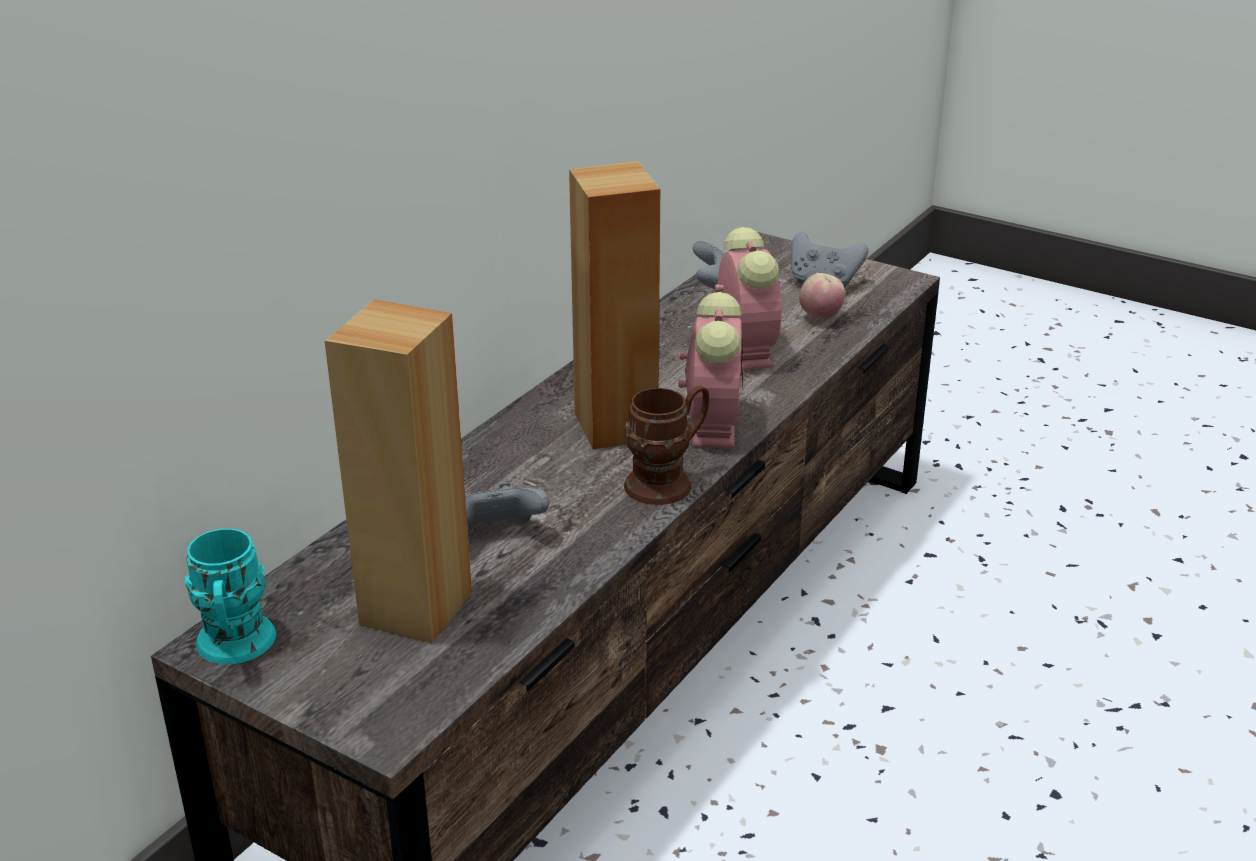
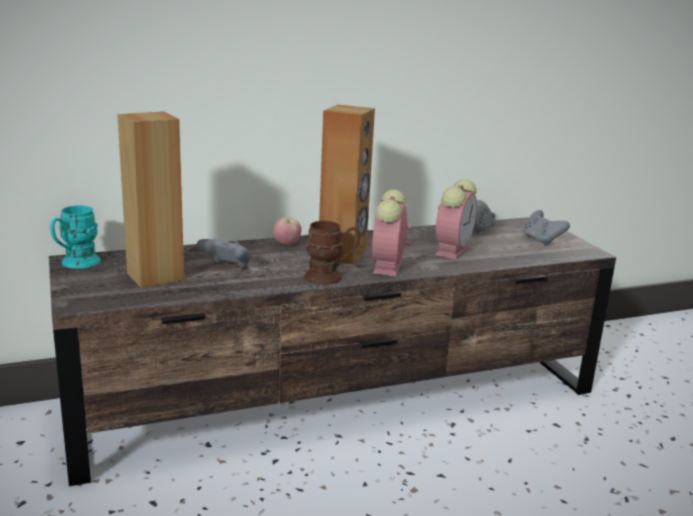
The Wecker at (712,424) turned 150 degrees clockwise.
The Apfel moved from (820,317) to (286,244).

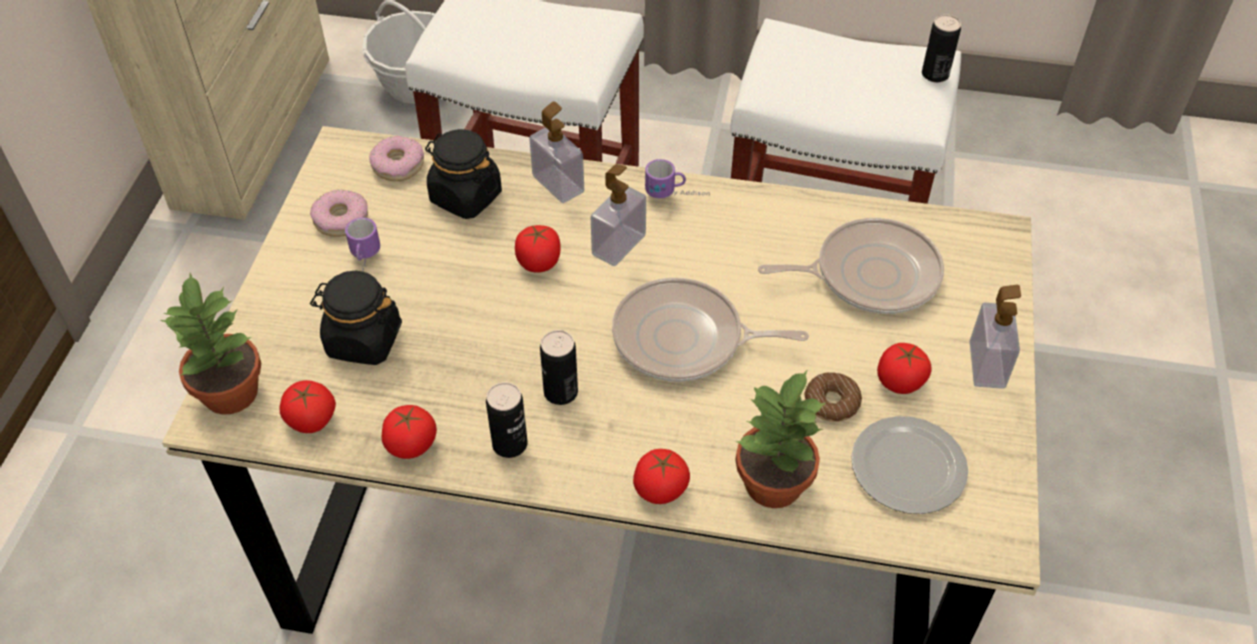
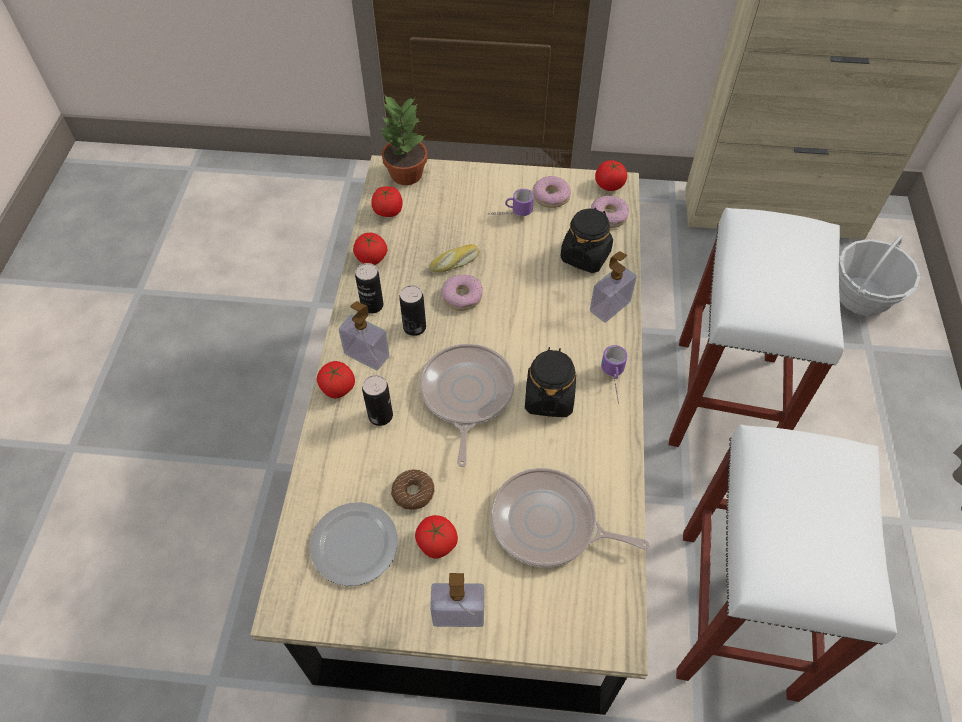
The Vorratsglas [schwarz] moved from (363,340) to (549,397).
The Tomate moved from (539,262) to (609,185).
The Seifenspender moved from (618,245) to (367,355).
The Topfpflanze at (771,484) disappeared.
The Pfanne at (870,274) turned 120 degrees clockwise.
The Dose moved from (935,74) to (380,415).
The Brot at (455,263) appeared.
The Donut at (462,296) appeared.

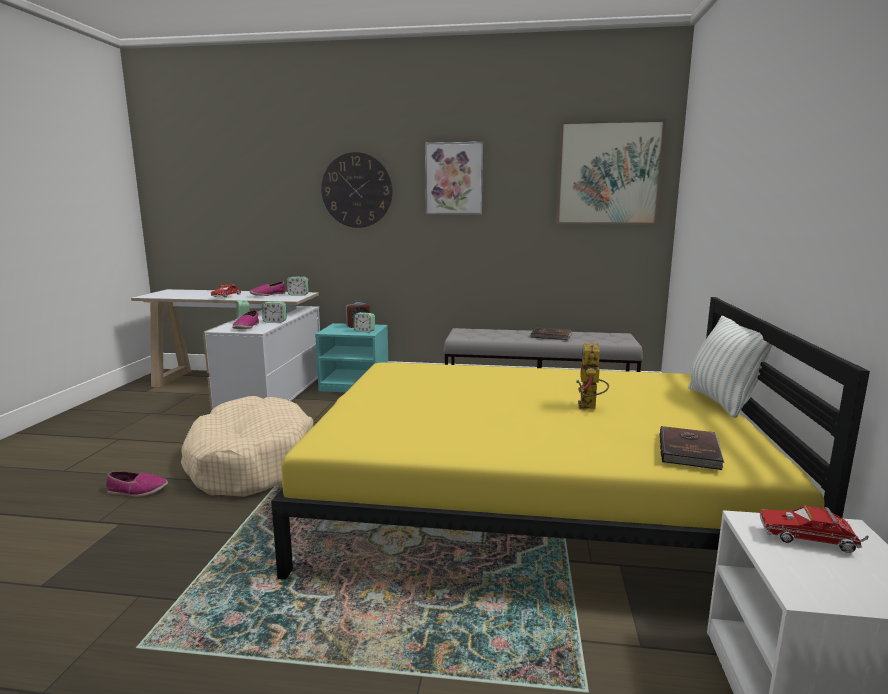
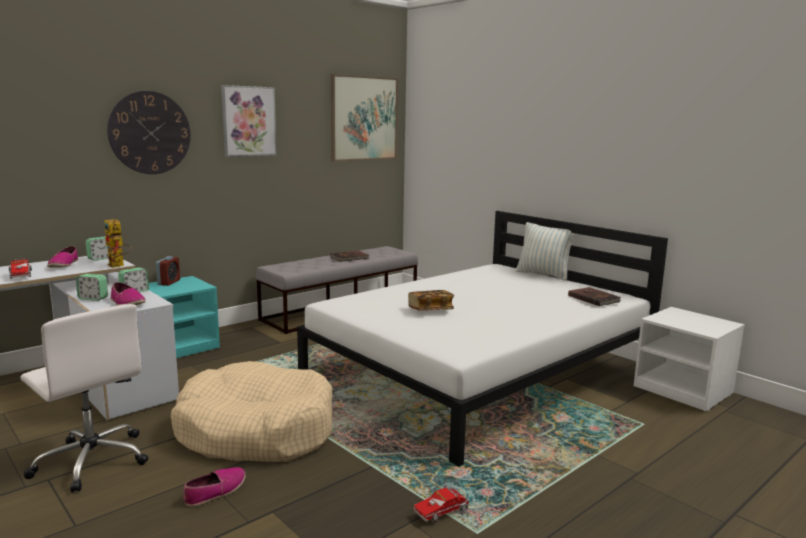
The Bett [gelb] at (532,504) became the Bett [weiß] at (481,371).
The Wecker at (364,331) disappeared.
The Spielzeugroboter moved from (589,408) to (118,266).
The Spielzeuglaster moved from (811,540) to (443,511).
The Bürostuhl [weiß] at (91,460) appeared.
The Buch at (430,310) appeared.

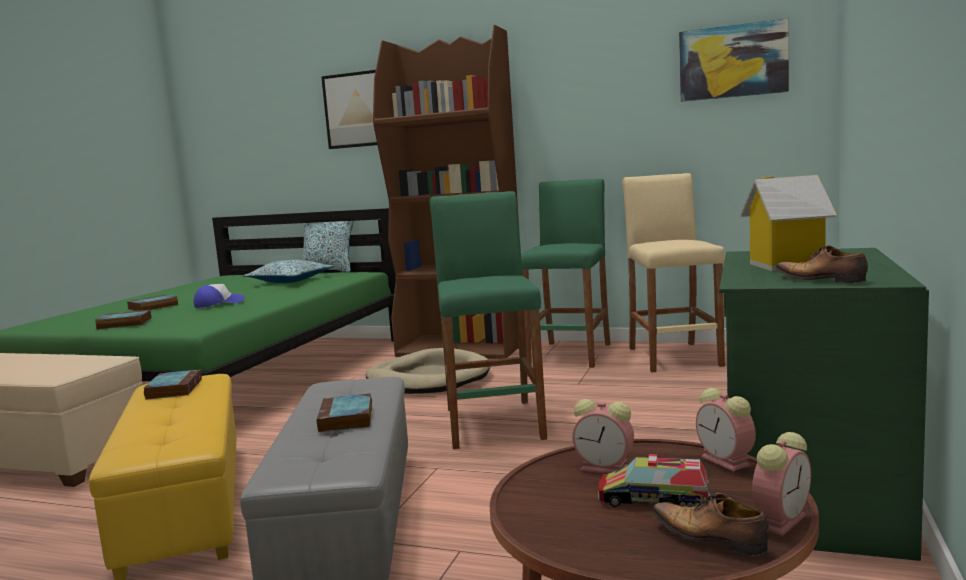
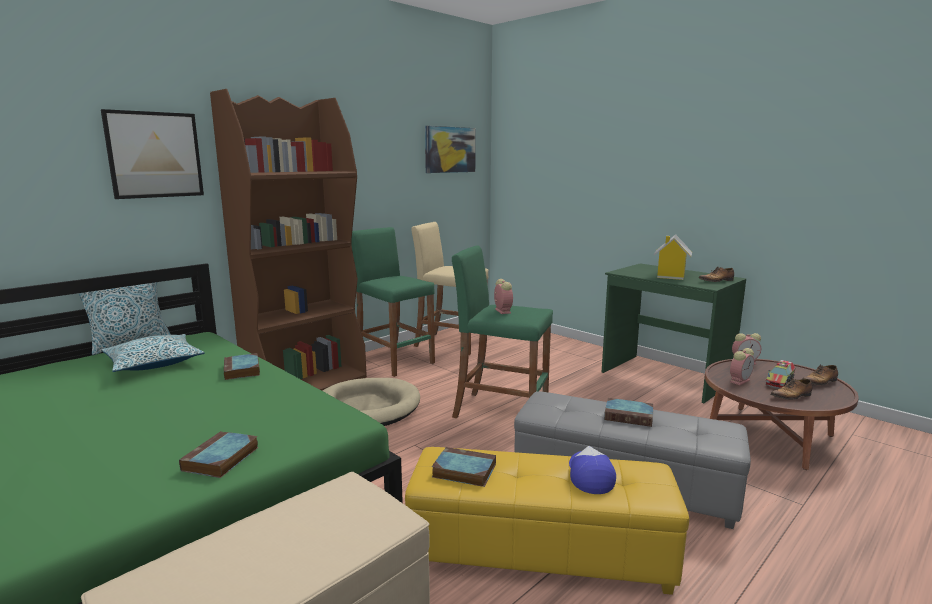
The Buch moved from (153,307) to (242,370).
The Kappe moved from (218,304) to (589,475).
The Wecker moved from (781,520) to (502,311).
The Schuh at (791,396) appeared.

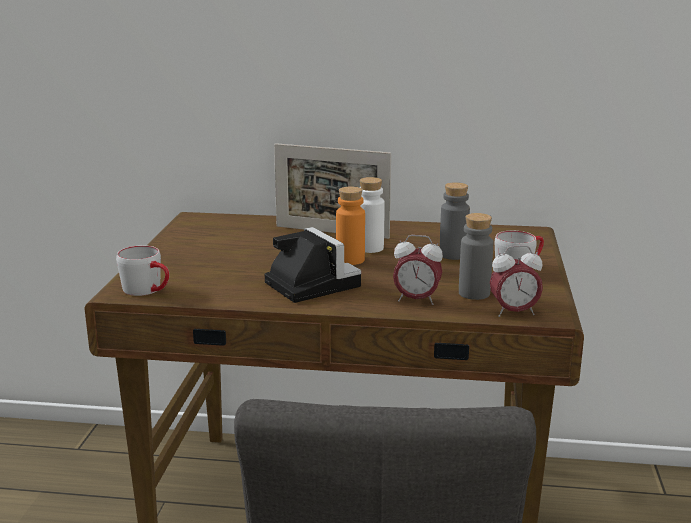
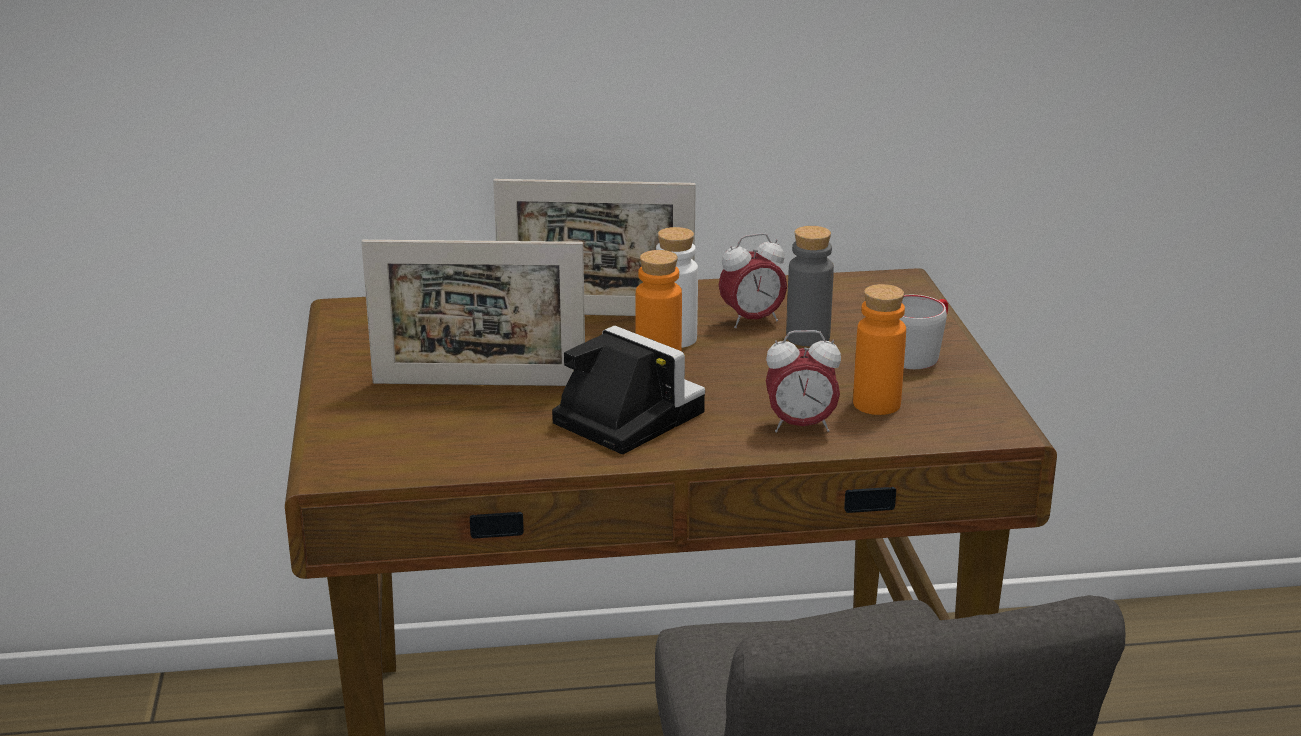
The Henkelbecher [grau] at (148,290) disappeared.
The Flasche [grau] at (474,293) became the Flasche [orange] at (876,404).
The Wecker moved from (513,312) to (751,321).
The Bilderrahmen at (479,384) appeared.

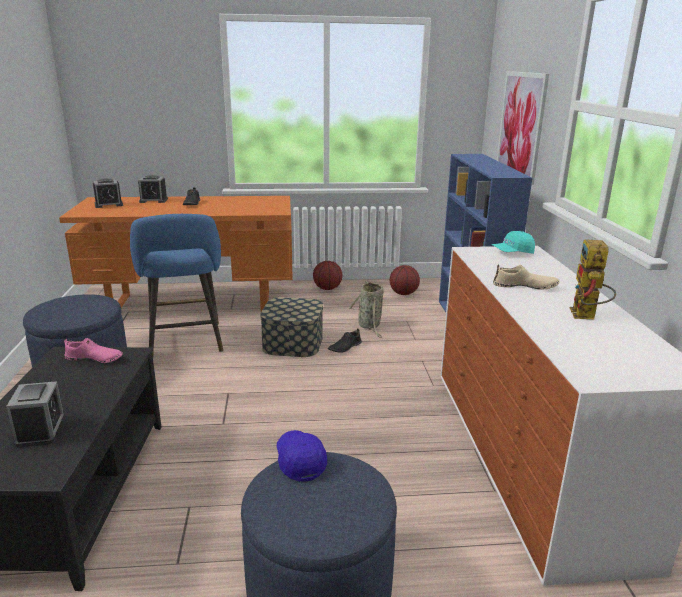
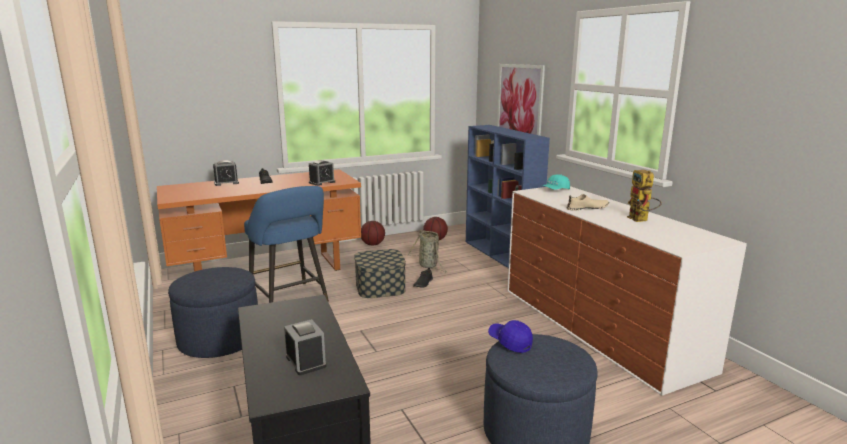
The Schuh [rosa] at (94,359) disappeared.
The Wecker moved from (108,205) to (322,182).

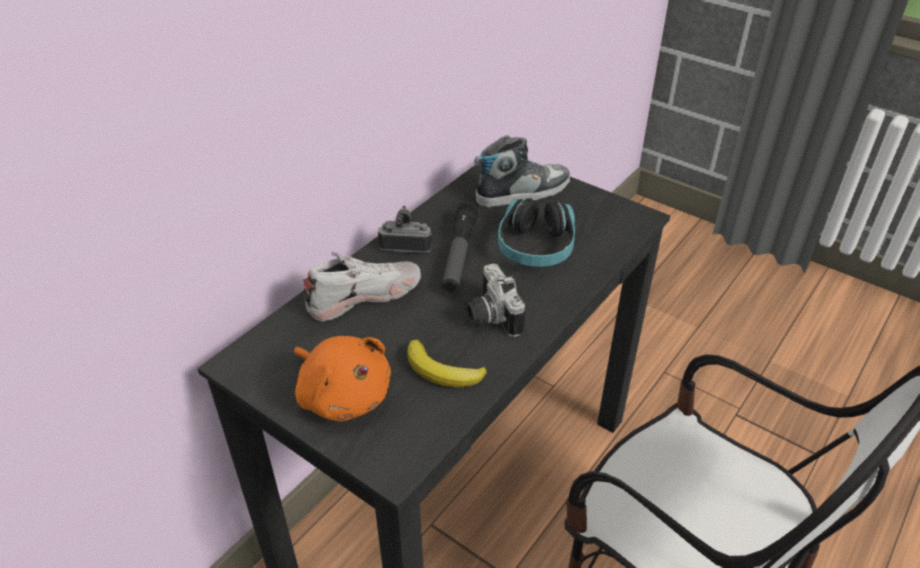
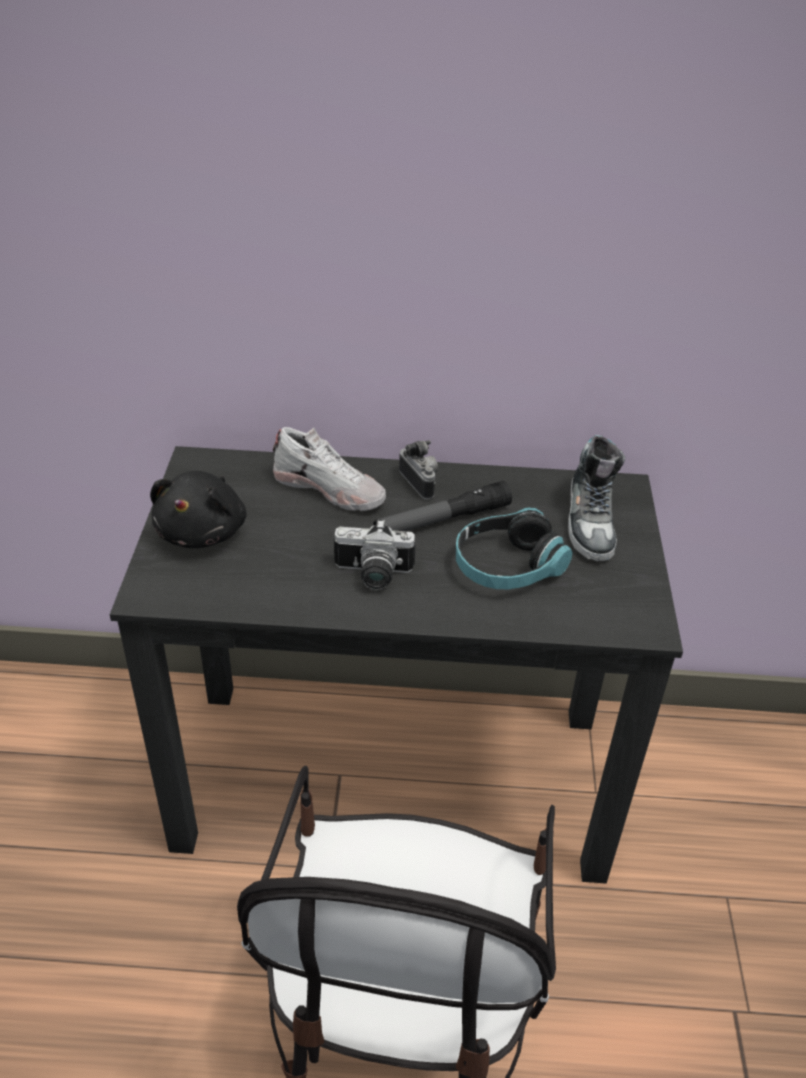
The Plüschtier [orange] at (343,395) became the Plüschtier [schwarz] at (203,531).
The Banane at (442,371) disappeared.
The Kamera at (489,317) turned 120 degrees counterclockwise.
The Schuh at (522,191) turned 60 degrees clockwise.

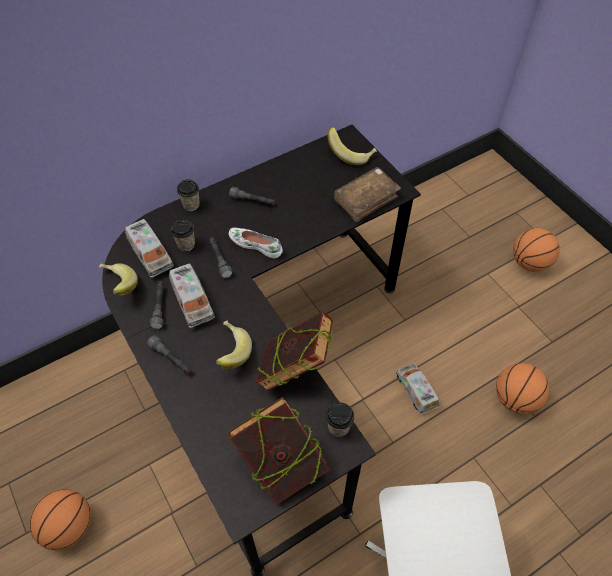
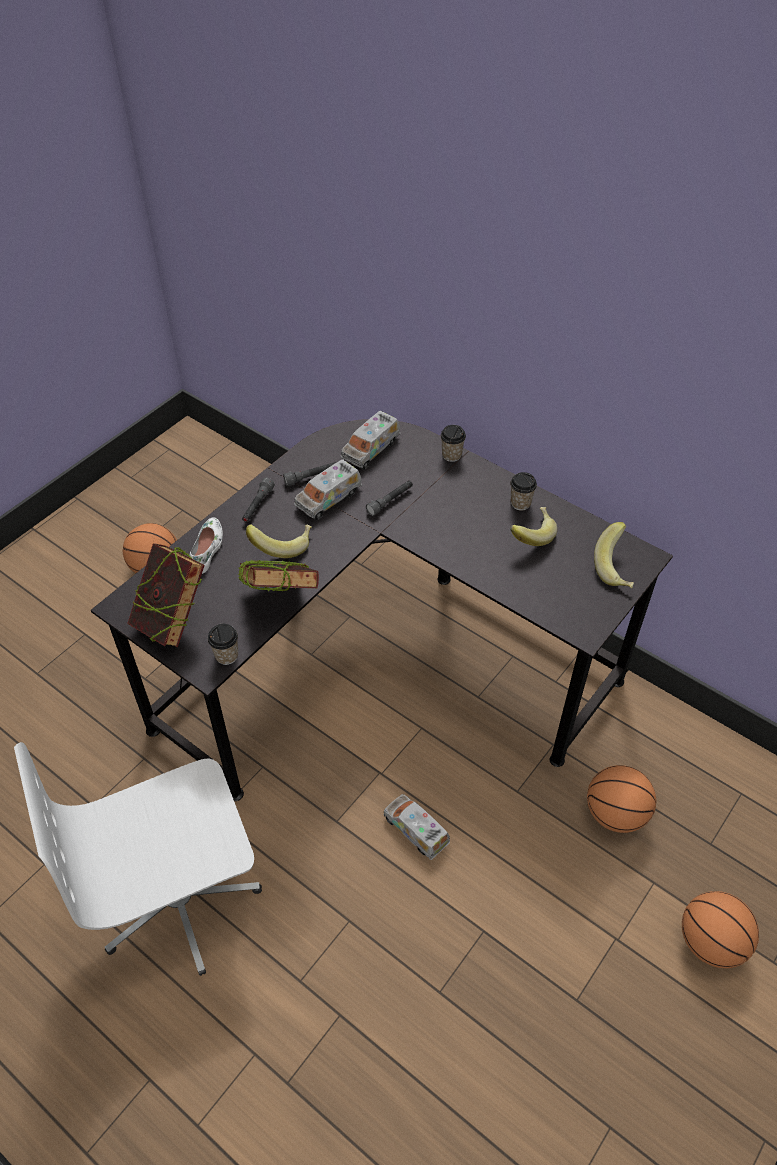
The Banane moved from (118,286) to (530,535).
The Tasse moved from (186,244) to (520,503).
The Taschenlampe [grau] at (252,201) disappeared.
The Schuh [weiß] moved from (256,244) to (207,549).
The Buch [braun] at (366,199) disappeared.
The Spielzeuglaster at (416,391) turned 90 degrees counterclockwise.
The Basketball moved from (515,399) to (615,814).

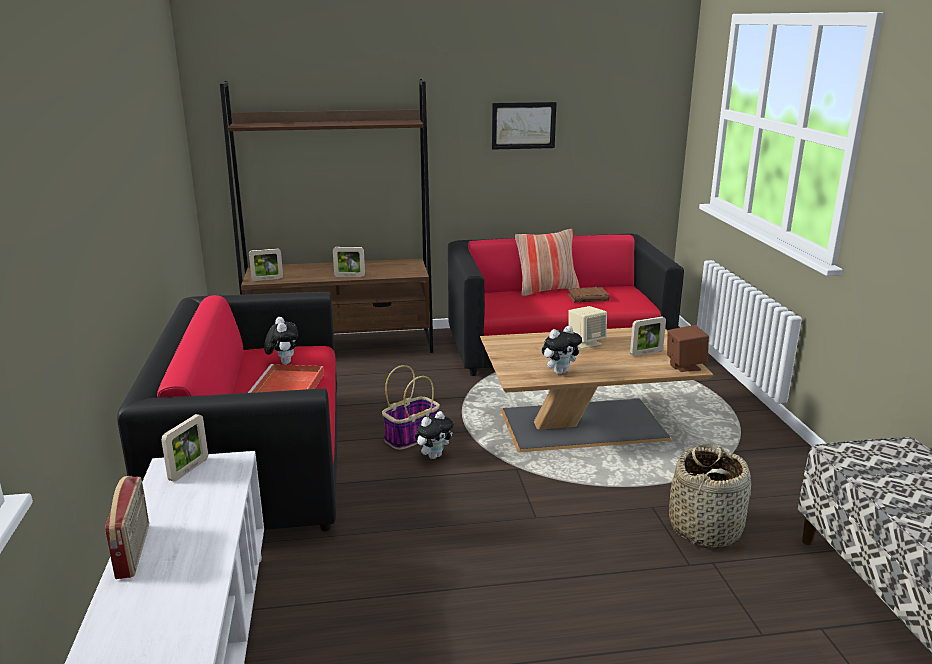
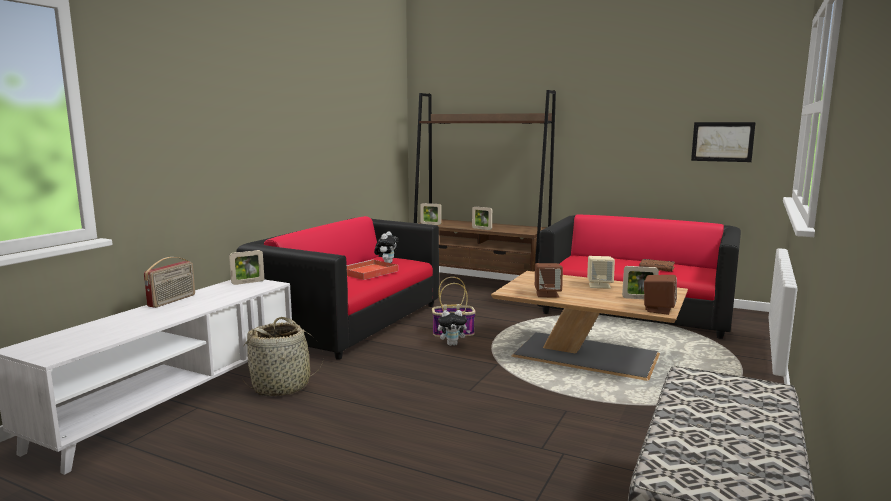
The Bild moved from (523,125) to (722,141).
The Kissen at (546,290) disappeared.
The Plüschtier at (560,371) was replaced by the Lautsprecher [braun] at (547,294).
The Korb moved from (705,528) to (282,386).

